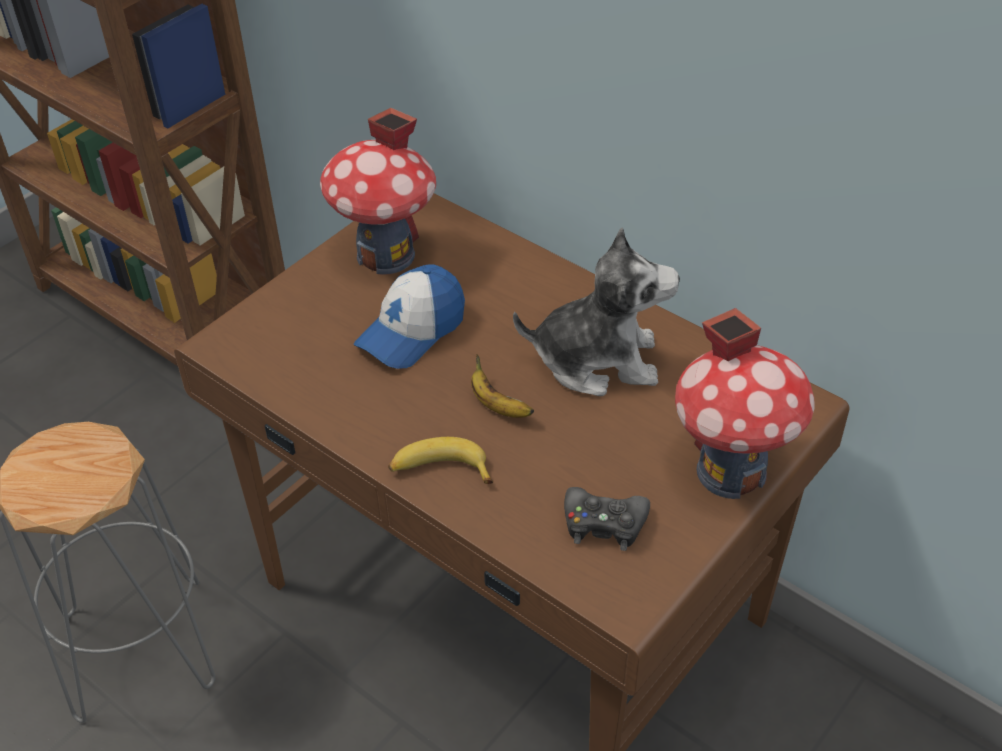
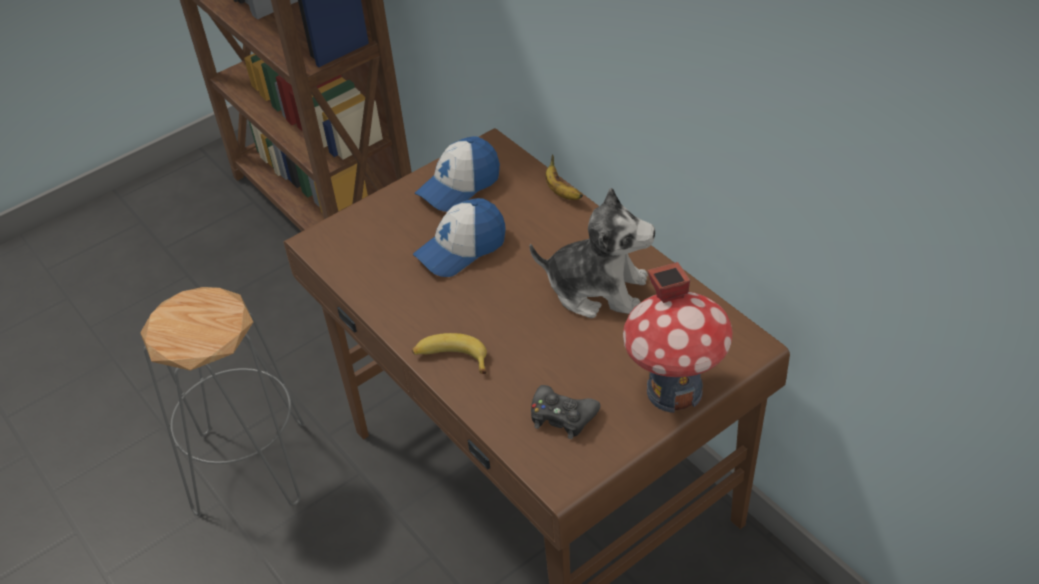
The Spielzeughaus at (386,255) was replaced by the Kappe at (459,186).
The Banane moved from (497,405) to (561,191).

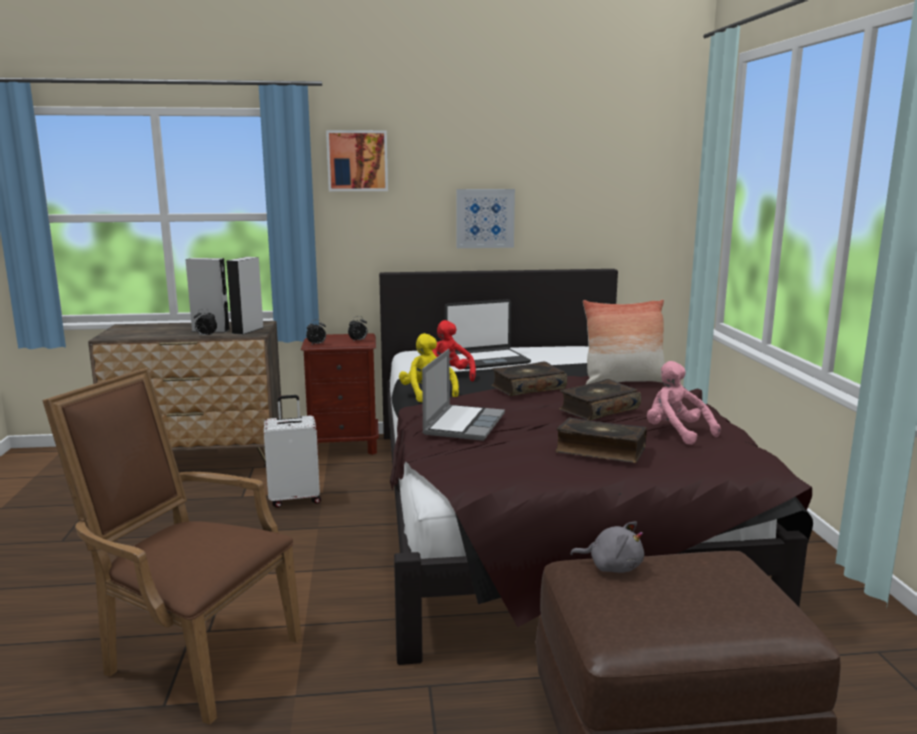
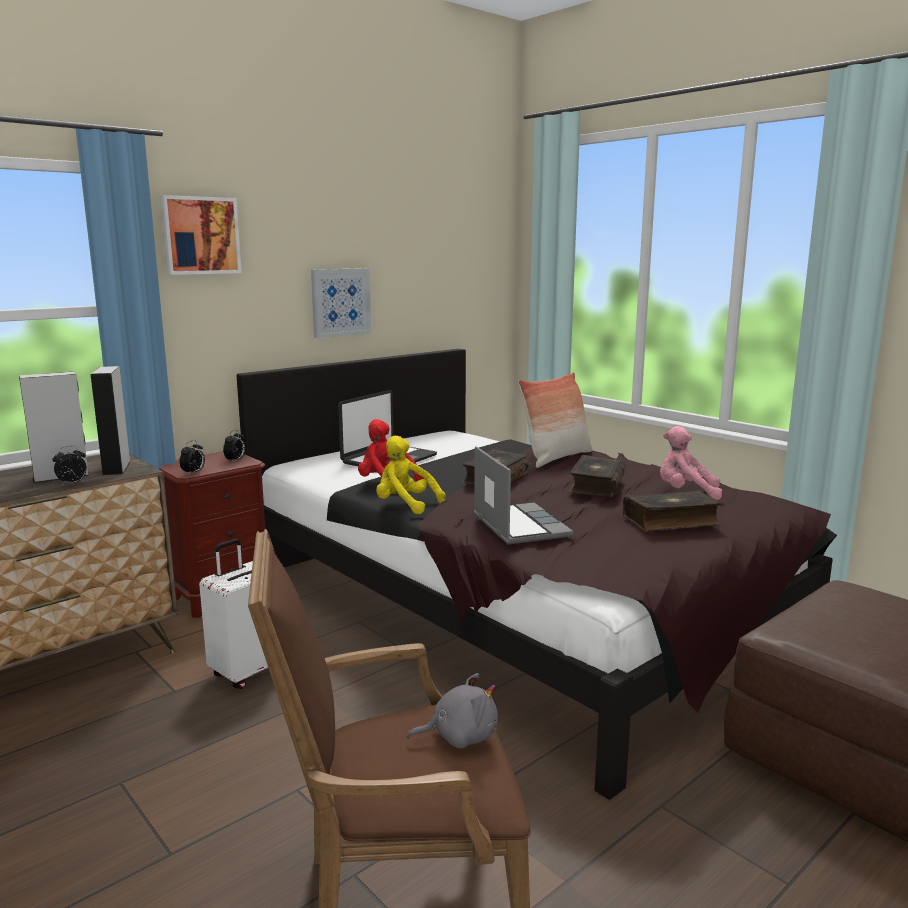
The Plüschtier [grau] moved from (612,566) to (459,736).

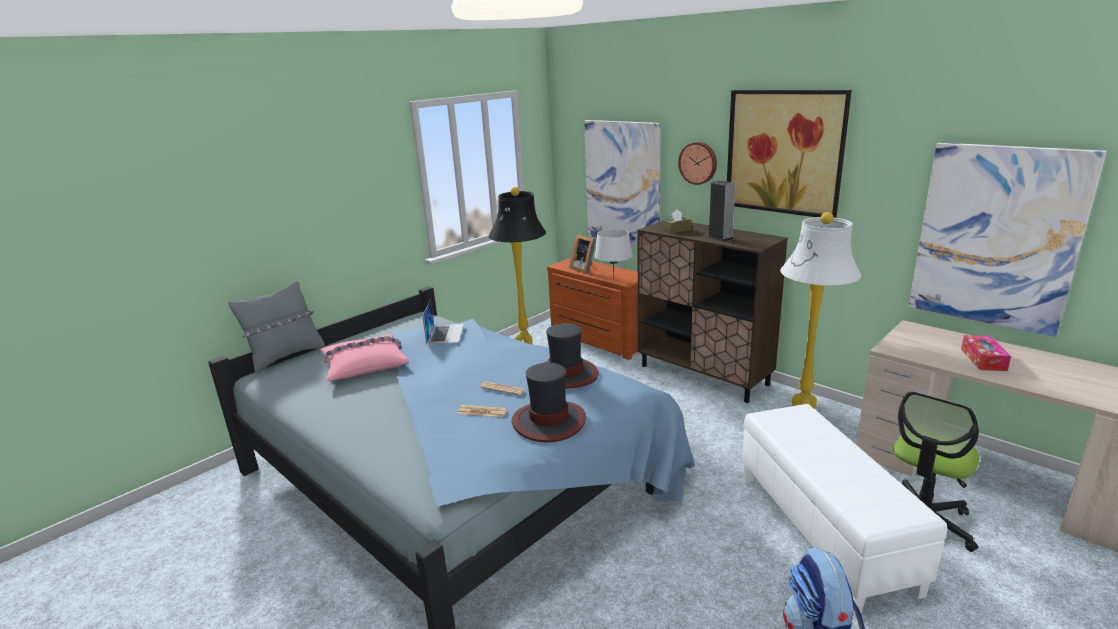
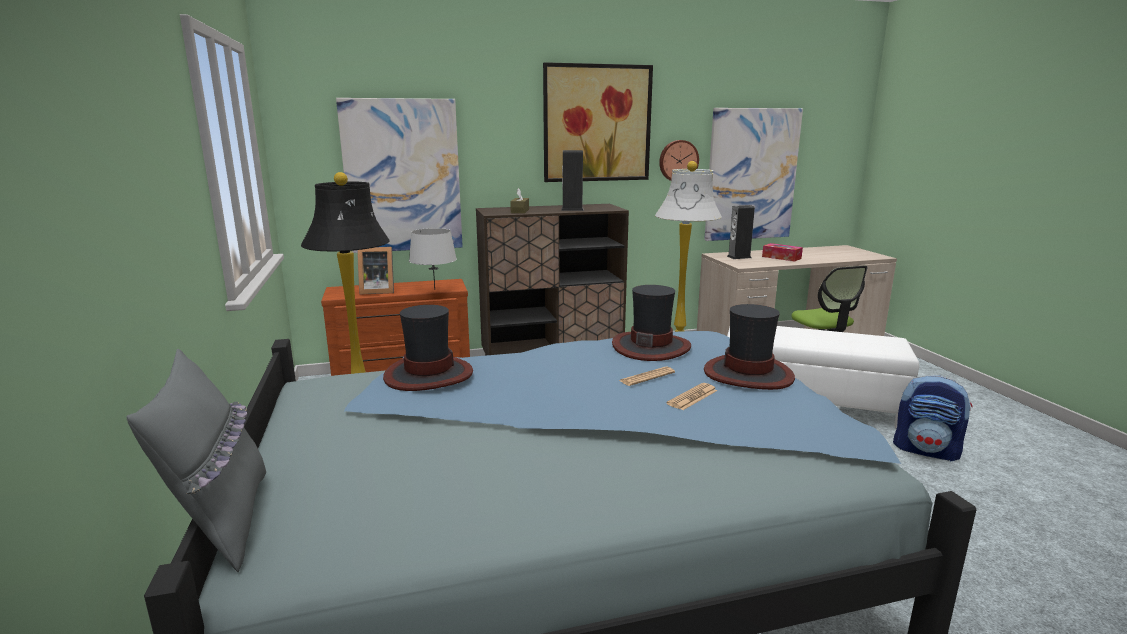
The Kissen [rosa] at (365,364) disappeared.
The Laptop at (445,333) was replaced by the Hut at (428,375).
The Wanduhr moved from (698,163) to (678,161).
The Lautsprecher at (739,257) appeared.

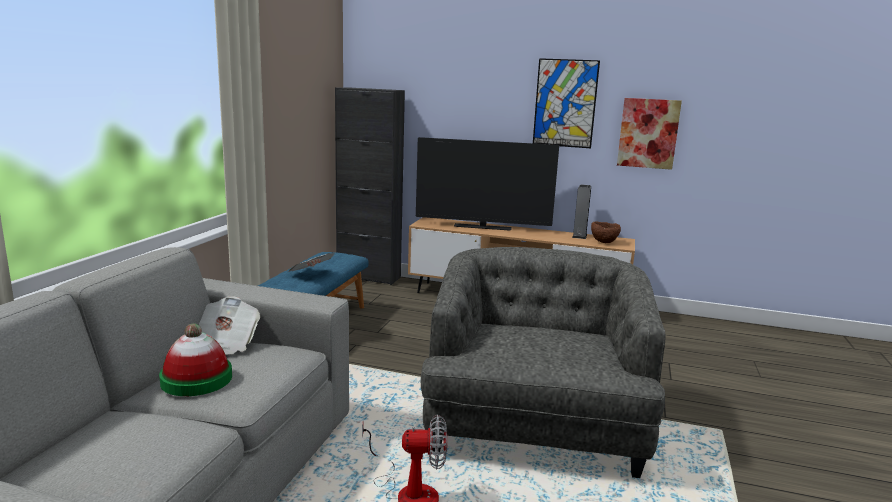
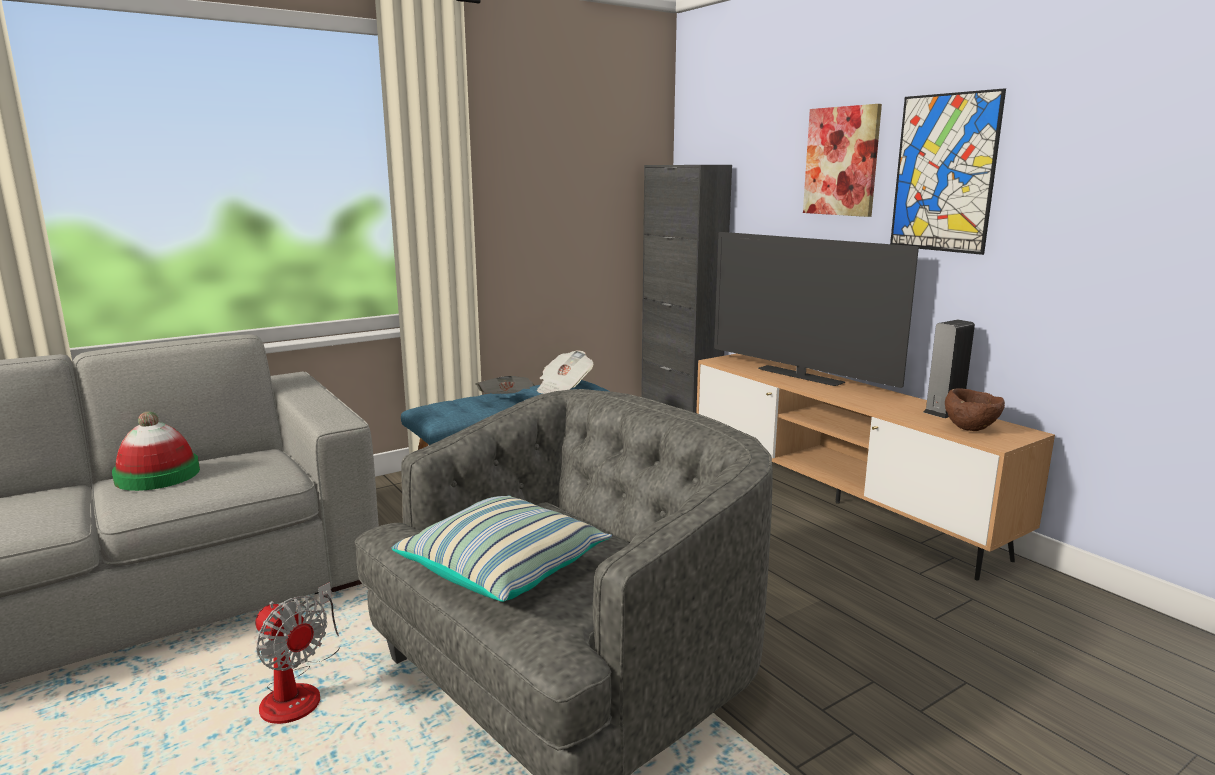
The Zeitung moved from (225,344) to (563,388).
The Bild moved from (648,133) to (841,161).
The Kissen at (505,569) appeared.

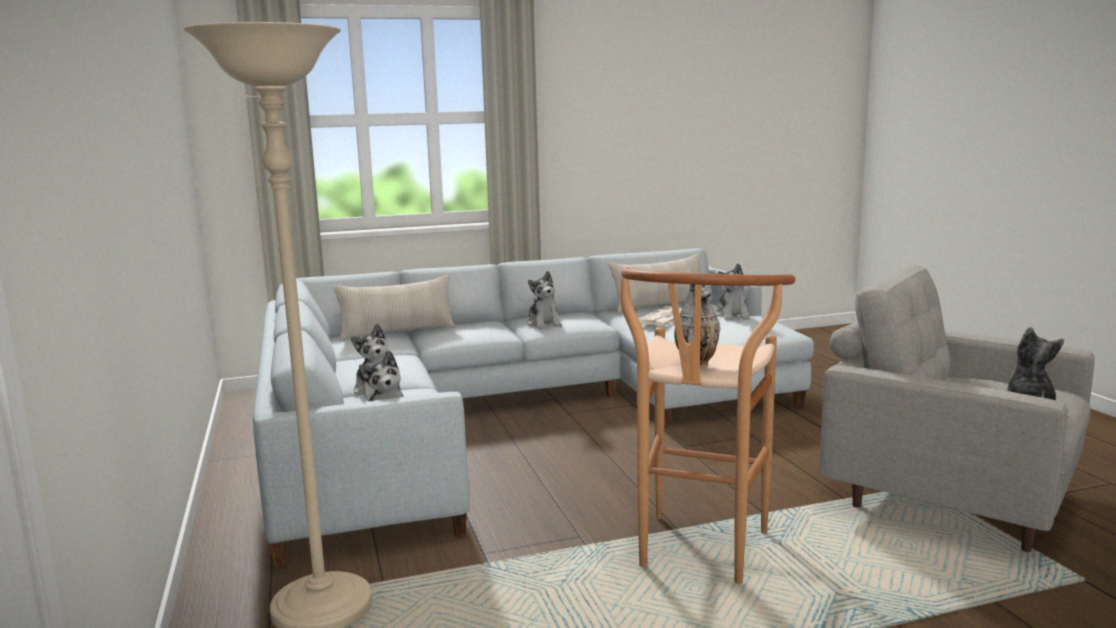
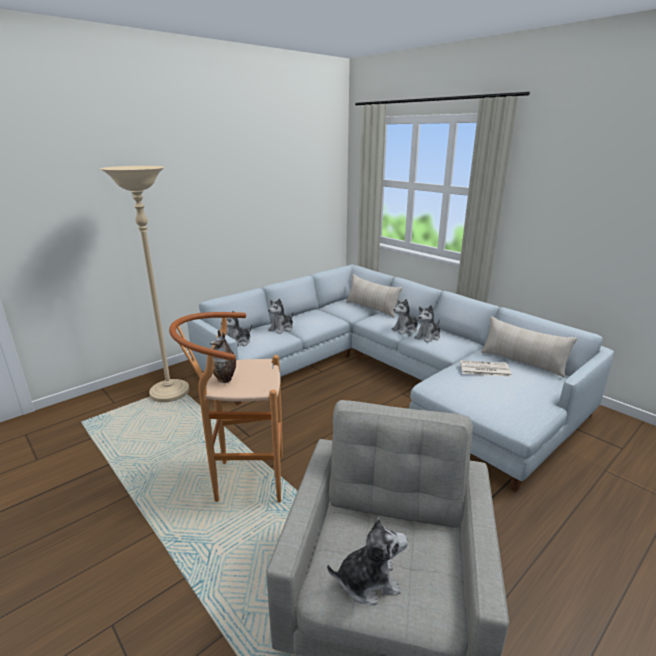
The Plüschtier moved from (732,315) to (405,329).

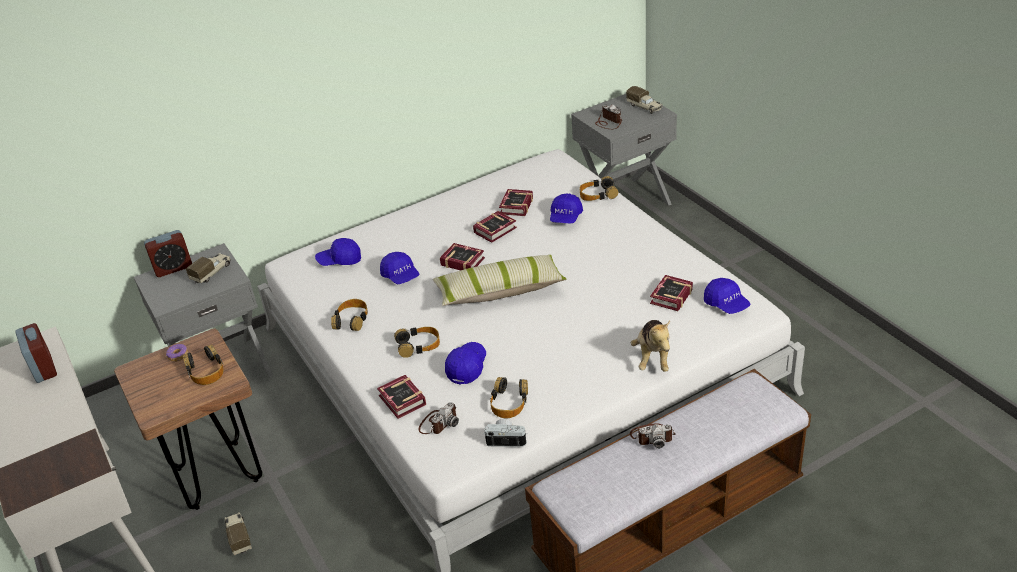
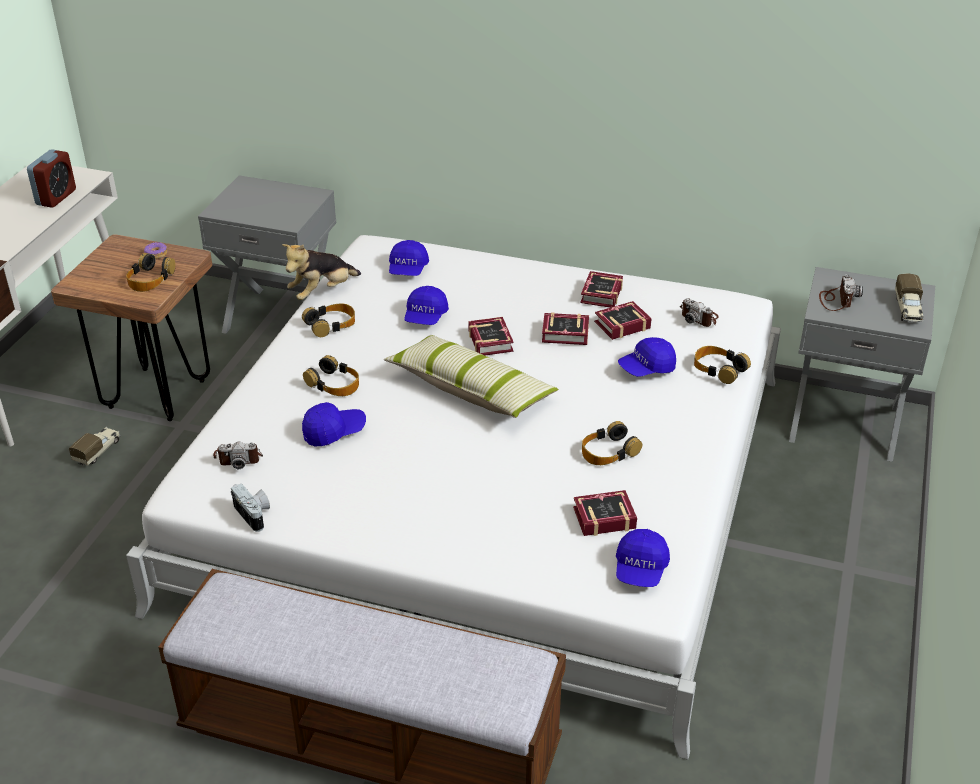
The Wecker at (173,268) disappeared.
The Spielzeuglaster at (212,272) disappeared.
The Kappe [blau] at (339,260) turned 120 degrees counterclockwise.
The Buch moved from (402,402) to (599,295).
The Kopfhörer moved from (509,402) to (608,451).
The Kamera moved from (652,436) to (699,317).
The Plüschtier moved from (653,357) to (322,292).

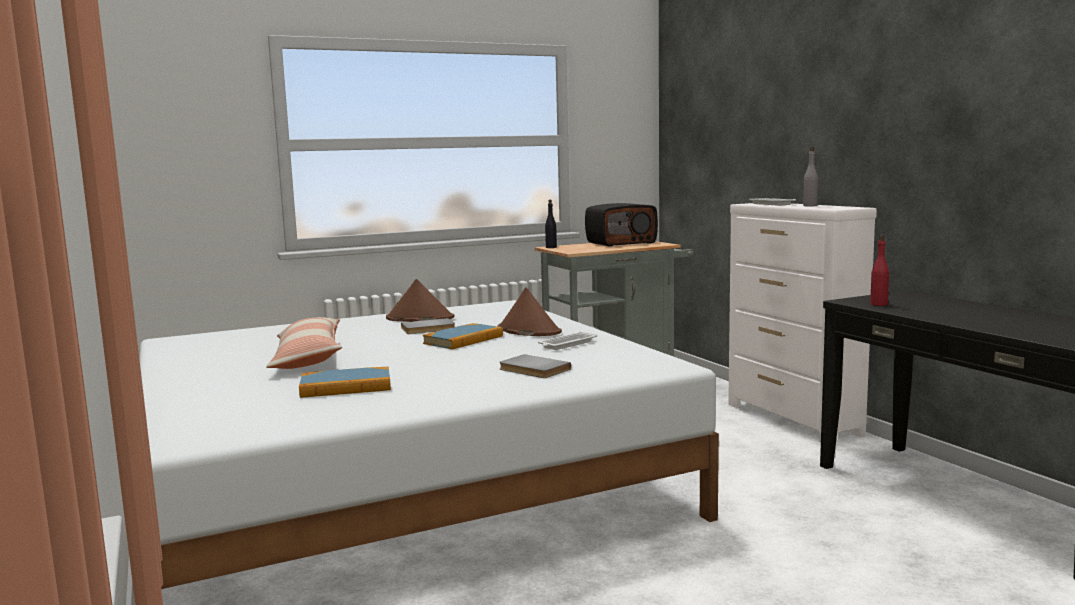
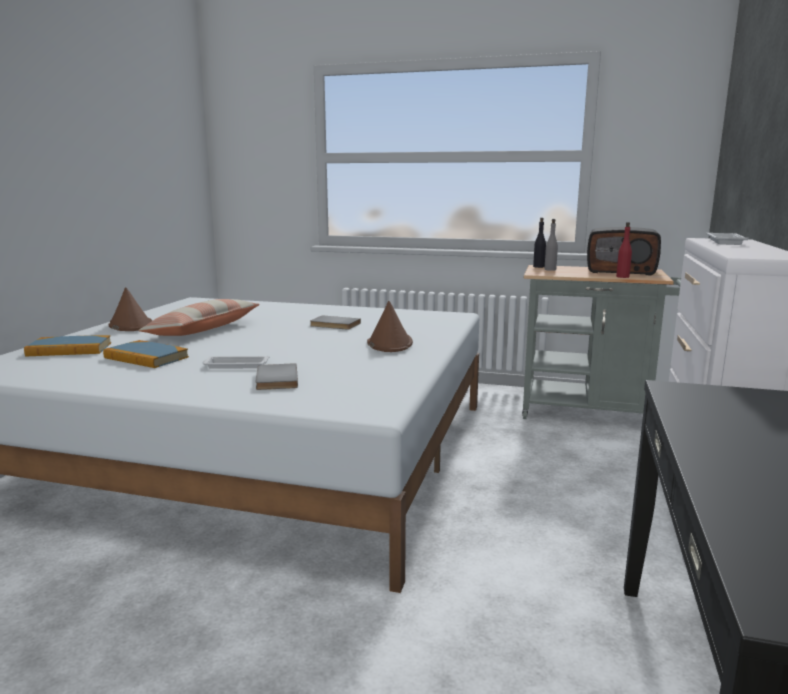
The Hut [braun] moved from (419,318) to (130,325).
The Buch moved from (463,340) to (69,349).
The Tablett [weiß] moved from (566,344) to (235,365).
The Flasche [grau] moved from (810,206) to (550,269).
The Flasche [rot] moved from (878,304) to (622,277).

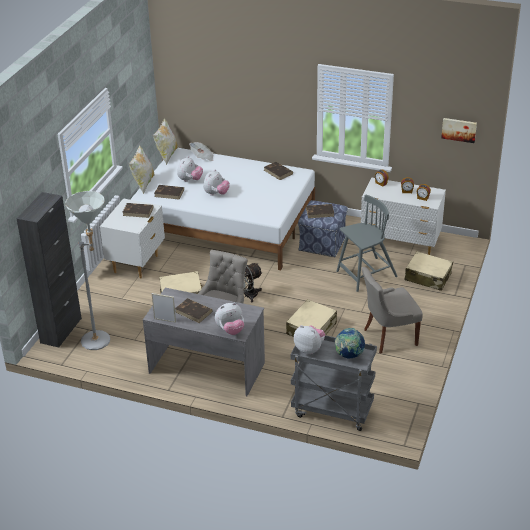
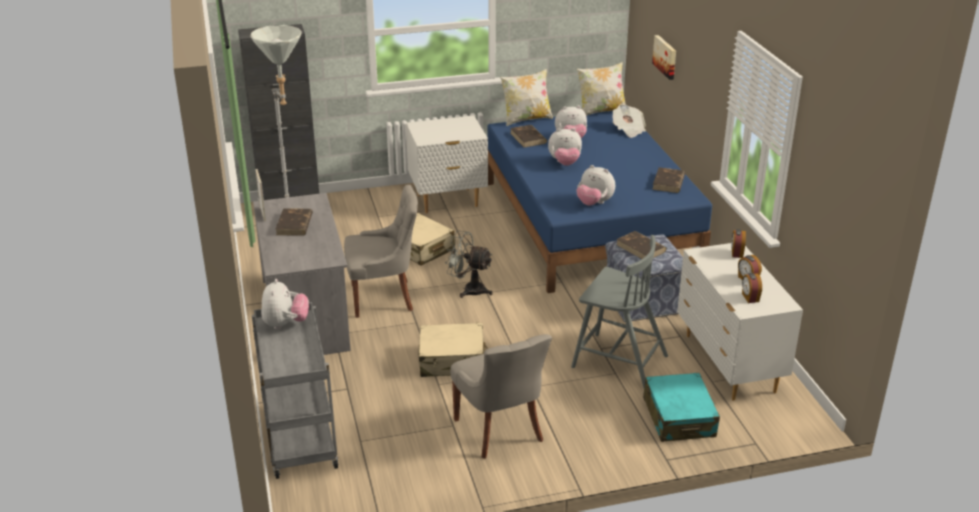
The Buch [braun] at (138,211) disappeared.
The Bett [weiß] at (225,225) became the Bett [blau] at (589,224).
The Plüschtier moved from (230,330) to (594,203).
The Globus at (349,355) disappeared.
The Stuhl [grau] at (388,337) turned 150 degrees counterclockwise.
The Koffer [beige] at (427,277) became the Koffer [türkis] at (679,417).
The Bild moved from (459,129) to (666,57).

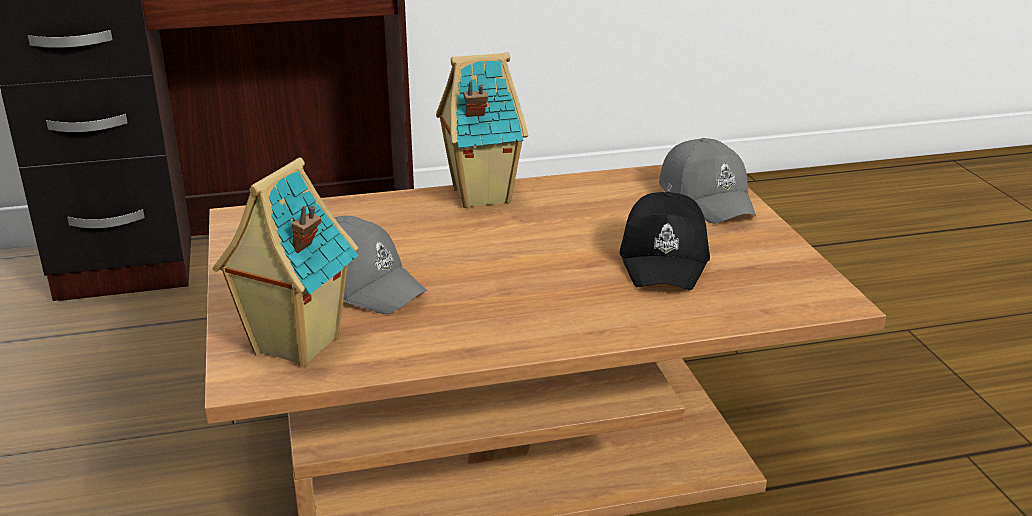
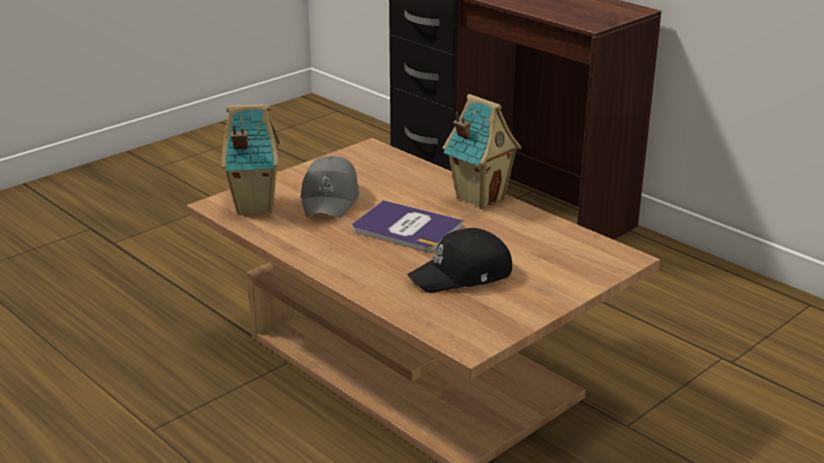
The Kappe [grau] at (707,198) disappeared.
The Buch at (406,228) appeared.

